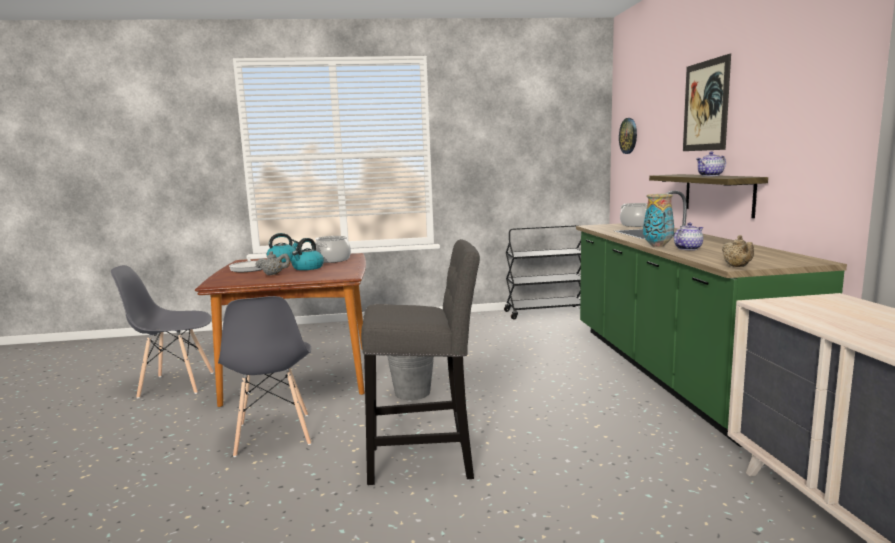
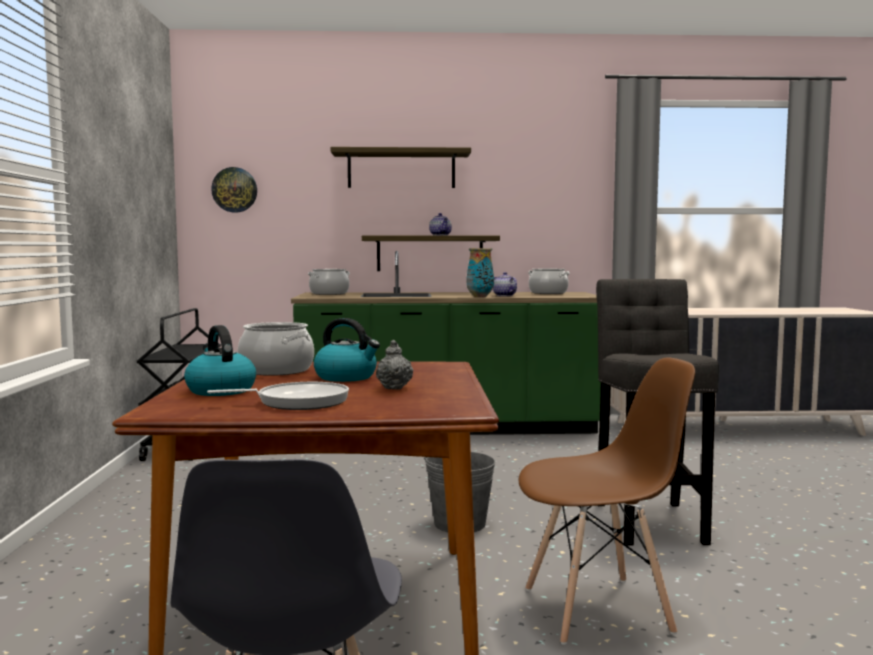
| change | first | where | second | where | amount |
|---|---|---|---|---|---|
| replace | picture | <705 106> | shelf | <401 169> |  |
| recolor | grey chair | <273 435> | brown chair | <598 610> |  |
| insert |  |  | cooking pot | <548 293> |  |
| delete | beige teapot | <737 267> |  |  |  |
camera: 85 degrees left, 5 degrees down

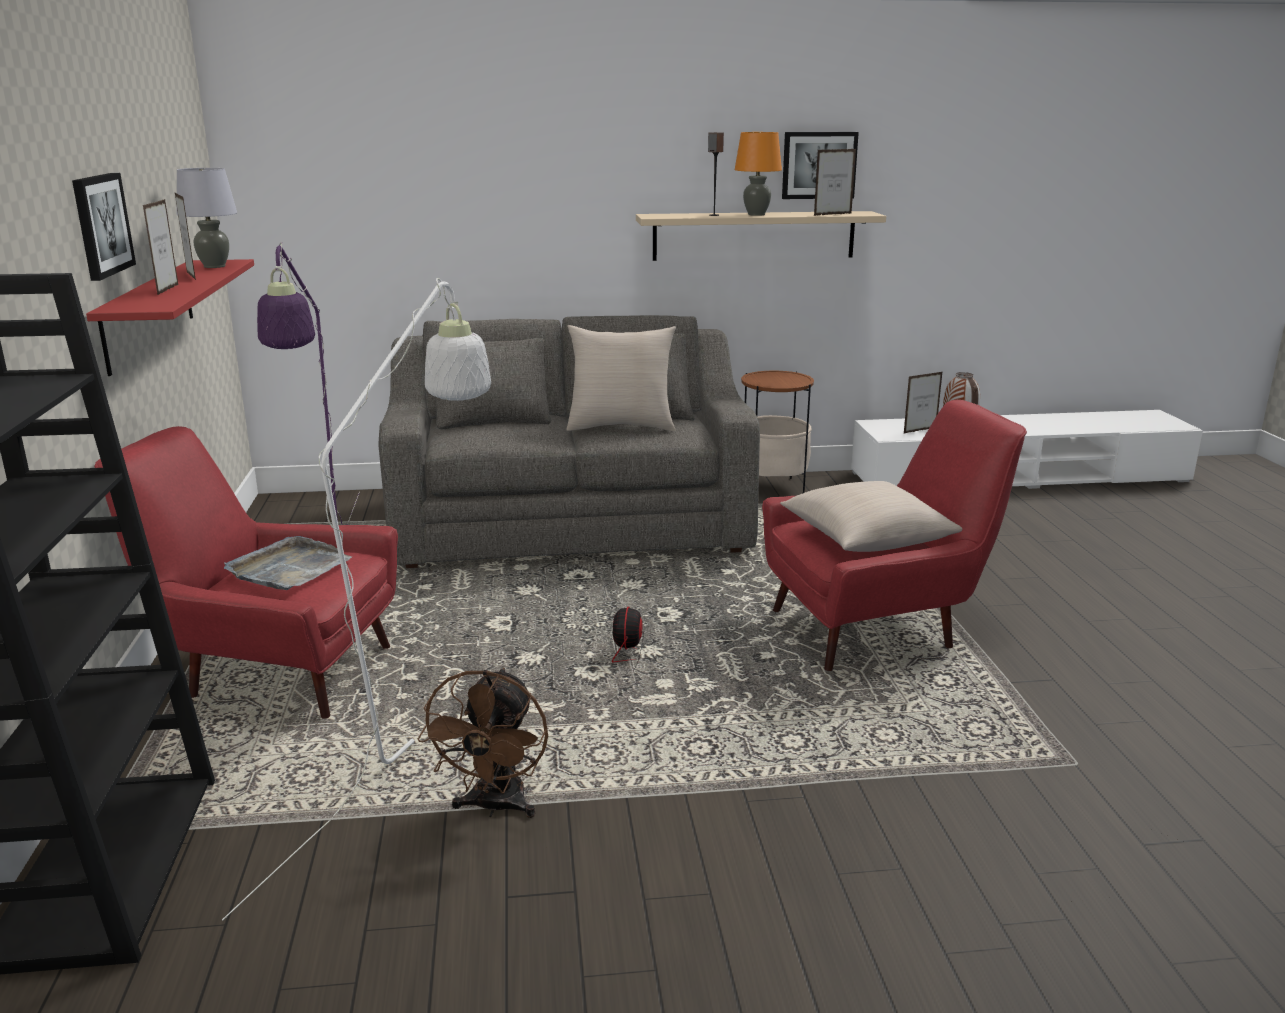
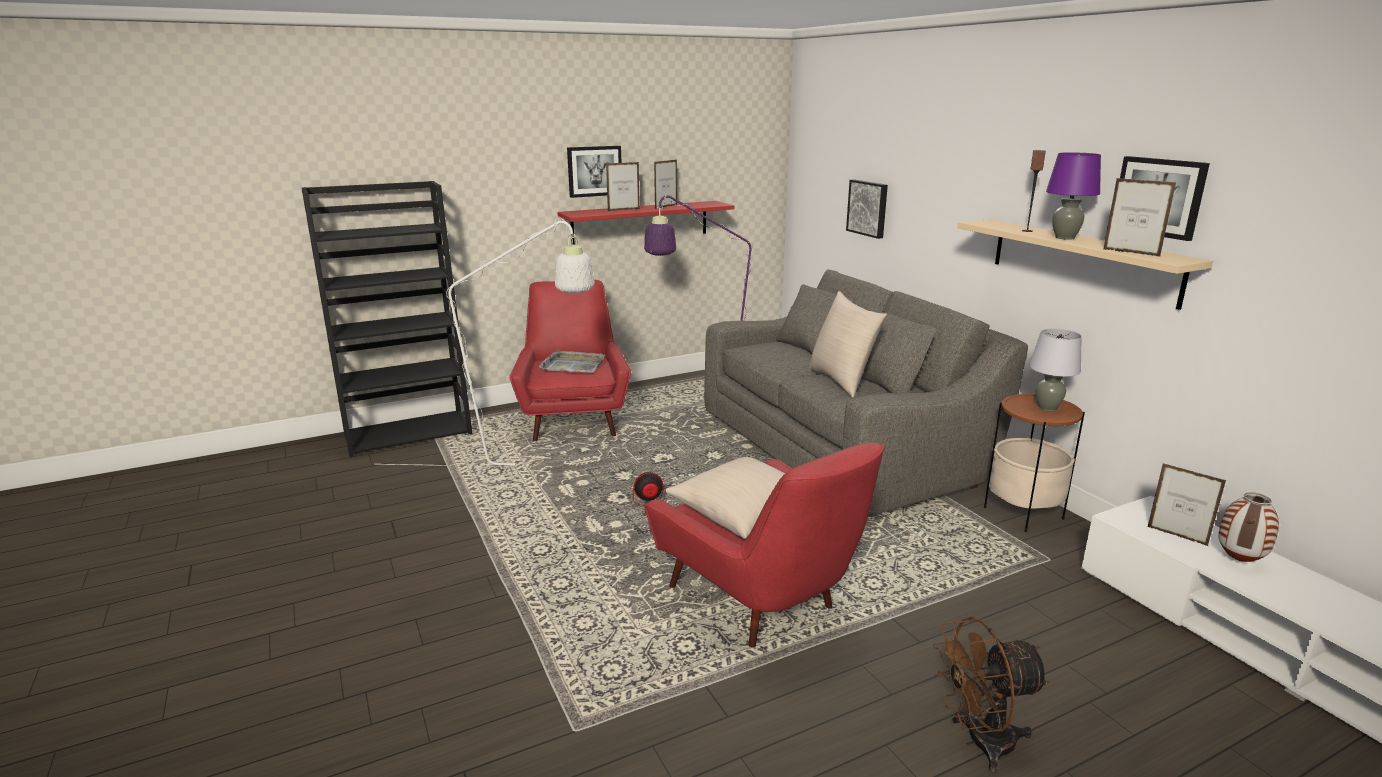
| change | first | where | second | where | amount |
|---|---|---|---|---|---|
| insert |  |  | picture | <868 208> |  |
| move | brown fan | <495 807> |  | <979 742> |  |
| move | grey table lamp | <214 266> |  | <1047 408> |  |
| recolor | orange table lamp | <756 214> | purple table lamp | <1065 238> |  |
camera: 70 degrees right, 0 degrees up

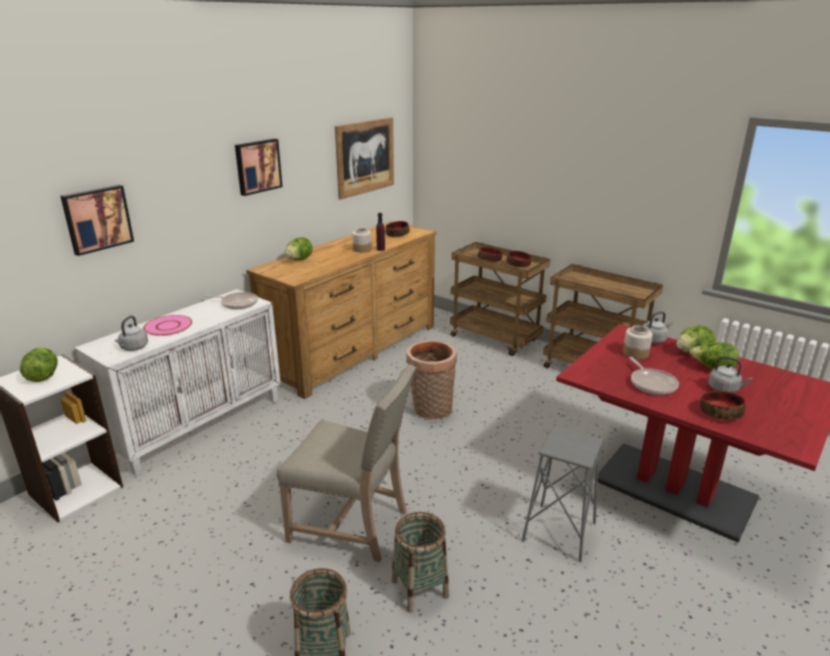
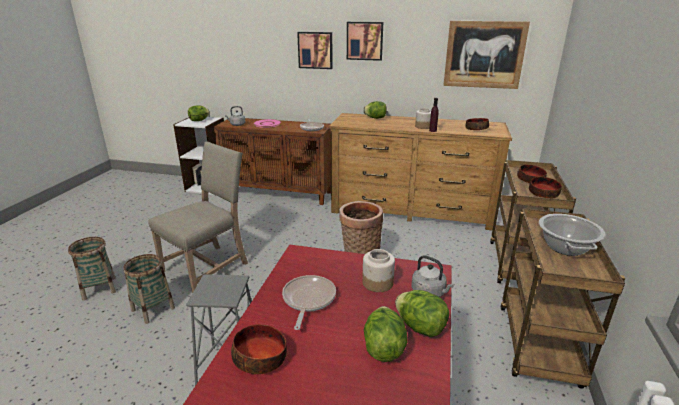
| change | first | where | second | where | amount |
|---|---|---|---|---|---|
| rotate | beige chair | <353 524> |  | <208 267> | 135 degrees counterclockwise |
| recolor | white cabinet | <199 424> | brown cabinet | <279 193> |  |
| rotate | frying pan | <651 383> |  | <308 300> | 135 degrees clockwise |
| move | picture | <97 219> |  | <315 50> |  |
| insert |  |  | cooking pot | <566 247> |  |
| delete | grey kettle | <725 389> |  |  |  |
camera: 65 degrees right, 0 degrees up

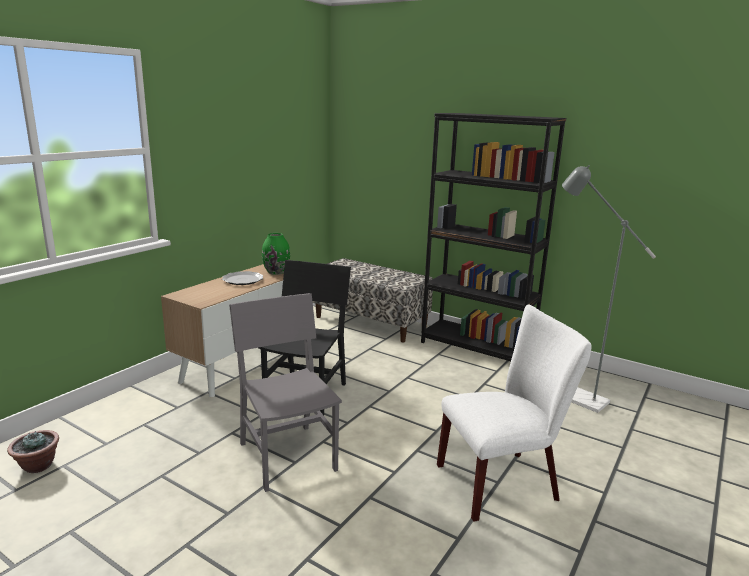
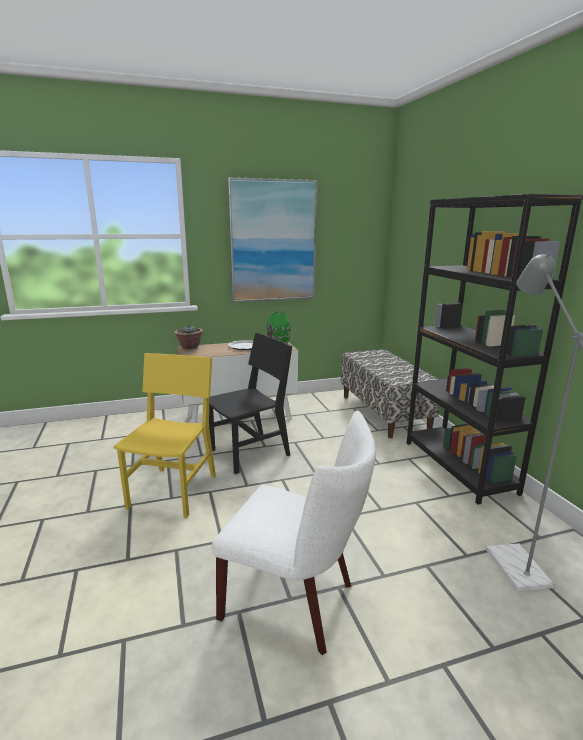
| change | first | where | second | where | amount |
|---|---|---|---|---|---|
| recolor | grey chair | <288 456> | yellow chair | <173 491> |  |
| move | potted plant | <37 466> |  | <189 347> |  |
| insert |  |  | picture | <273 242> |  |
camera: 40 degrees right, 0 degrees up

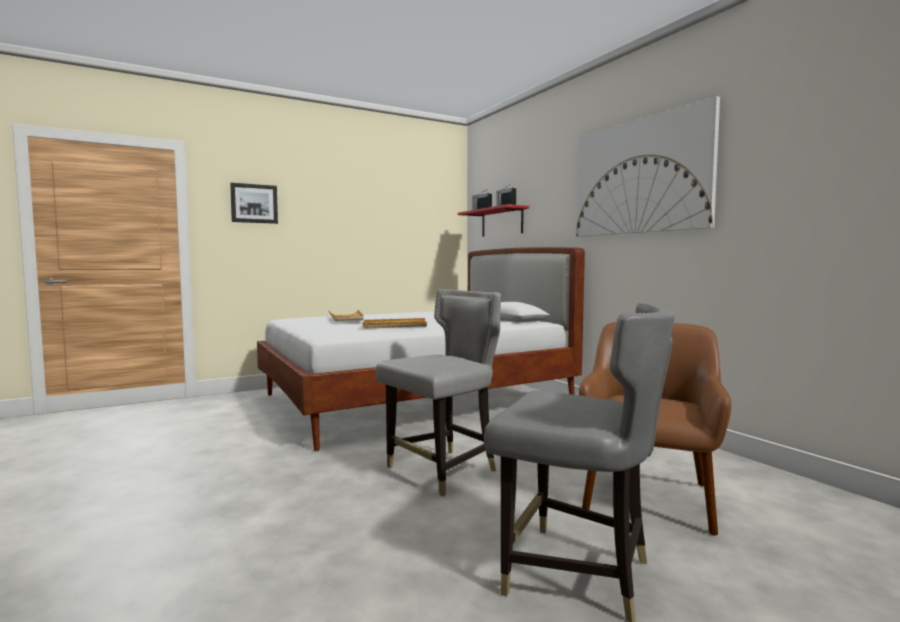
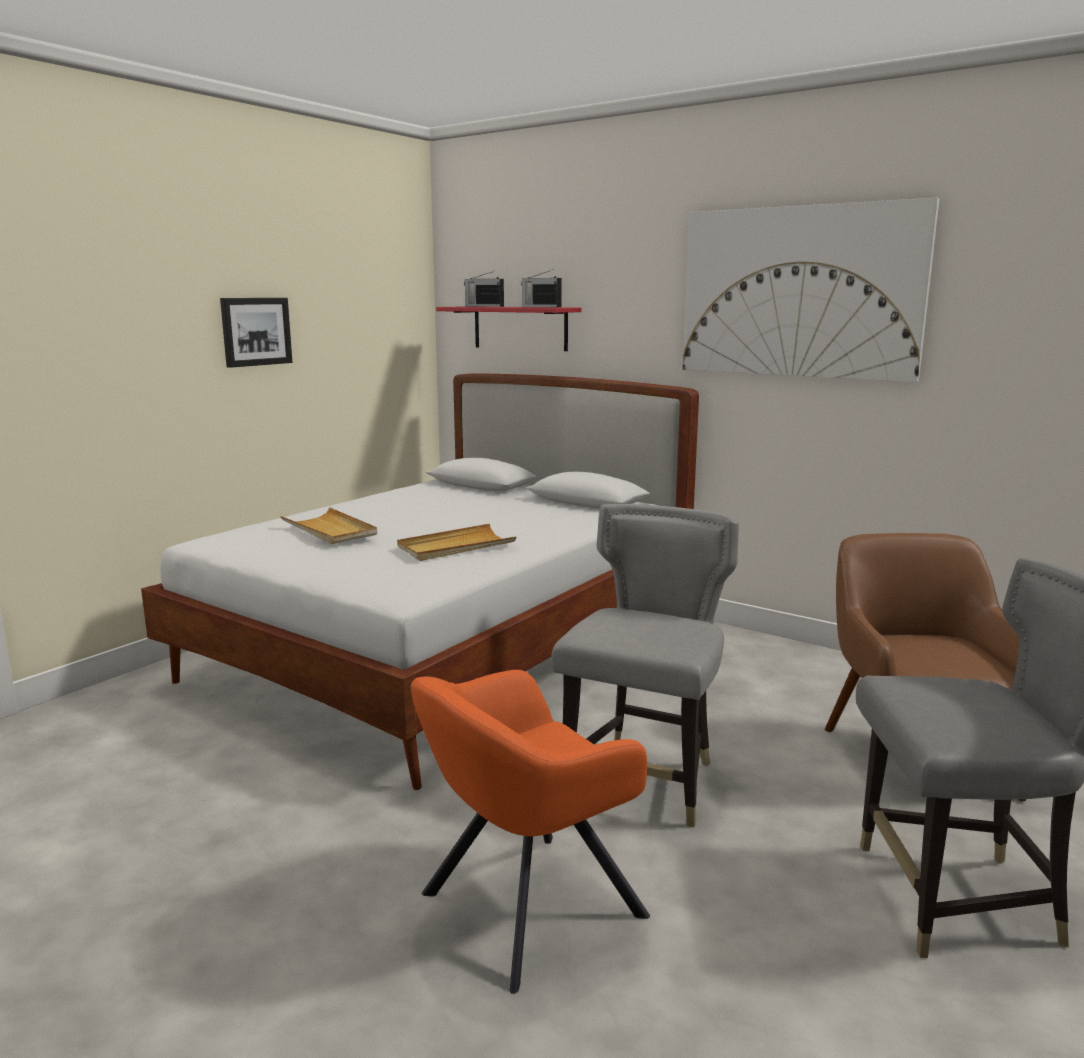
| change | first | where | second | where | amount |
|---|---|---|---|---|---|
| move | picture | <254 203> |  | <256 331> |  |
| insert |  |  | orange armchair | <525 908> |  |
camera: 25 degrees left, 10 degrees up

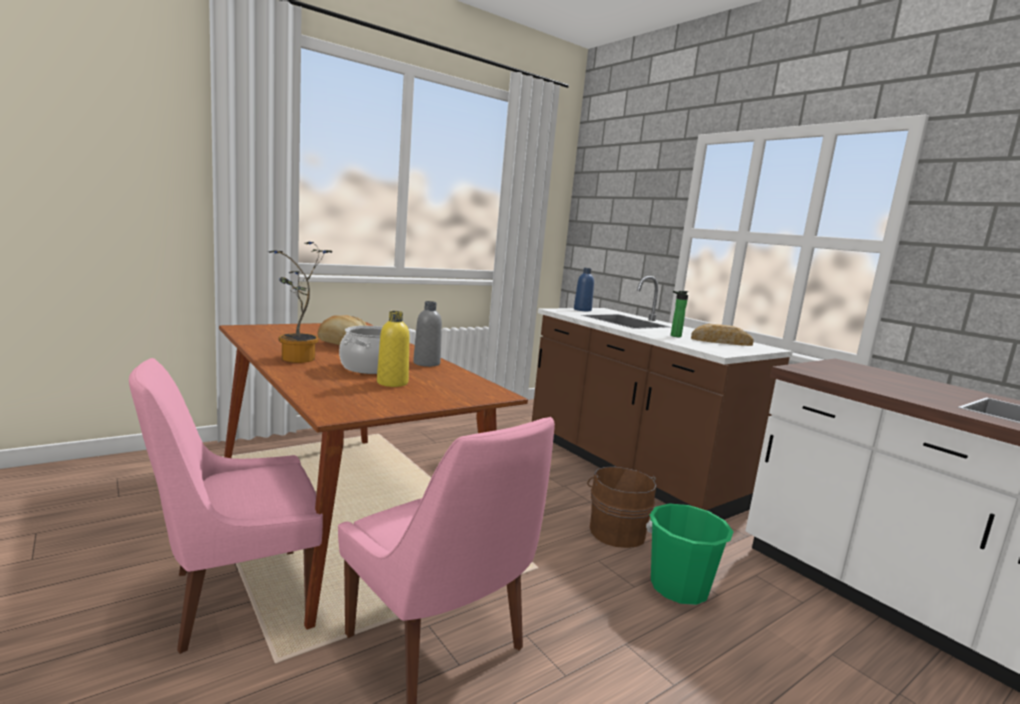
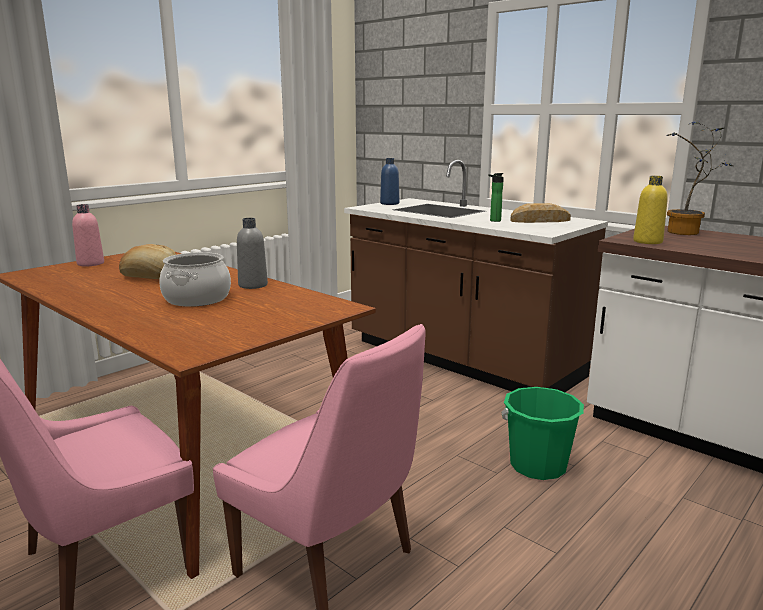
| change | first | where | second | where | amount |
|---|---|---|---|---|---|
| insert |  |  | pink bottle | <90 263> |  |
| move | yellow bottle | <392 383> |  | <647 241> |  |
| move | potted plant | <297 360> |  | <686 233> |  |
| delete | brown bucket | <616 531> |  |  |  |
camera: 10 degrees left, 5 degrees up

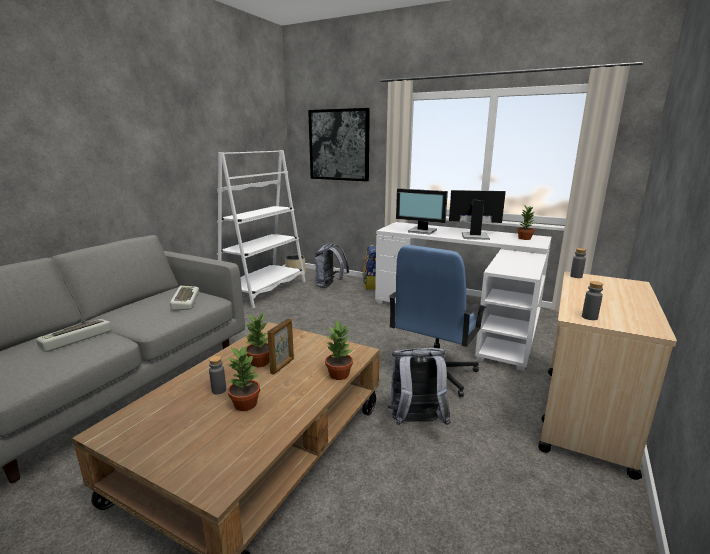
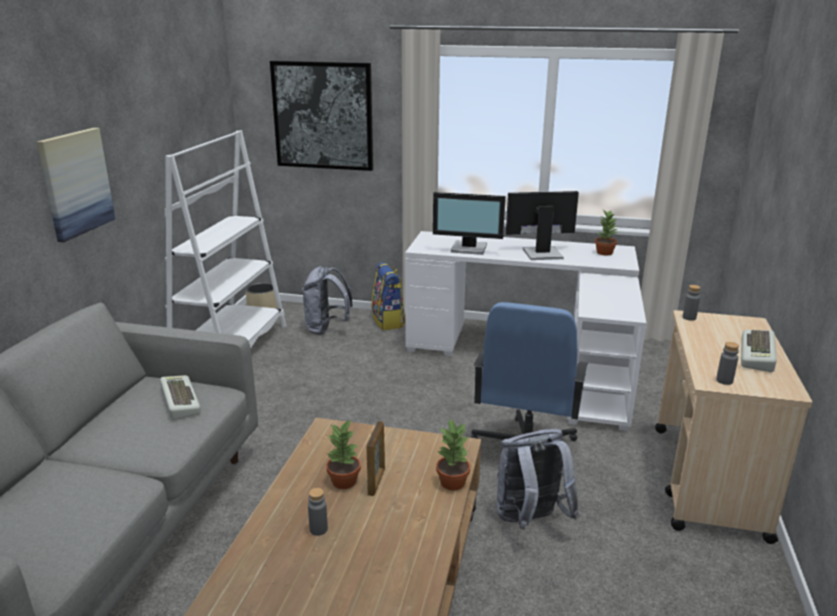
| change | first | where | second | where | amount |
|---|---|---|---|---|---|
| insert |  |  | picture | <76 183> |  |
| move | keyboard | <76 339> |  | <758 355> |  |
| delete | potted plant | <245 404> |  |  |  |
camera: 15 degrees left, 5 degrees up

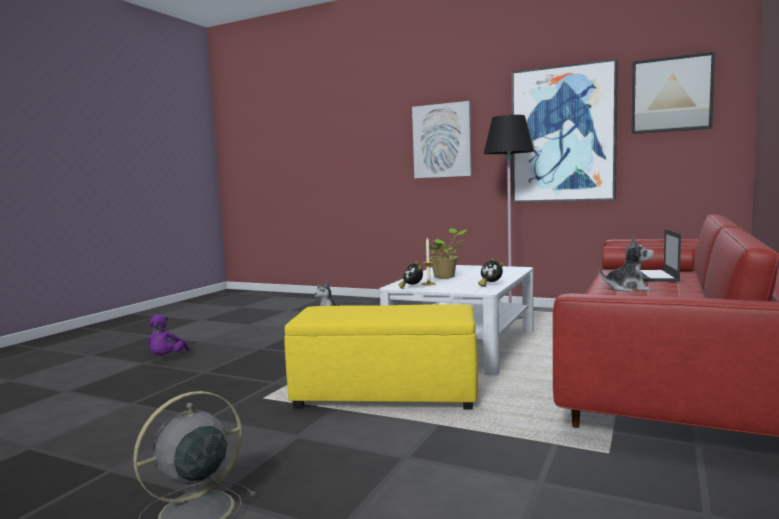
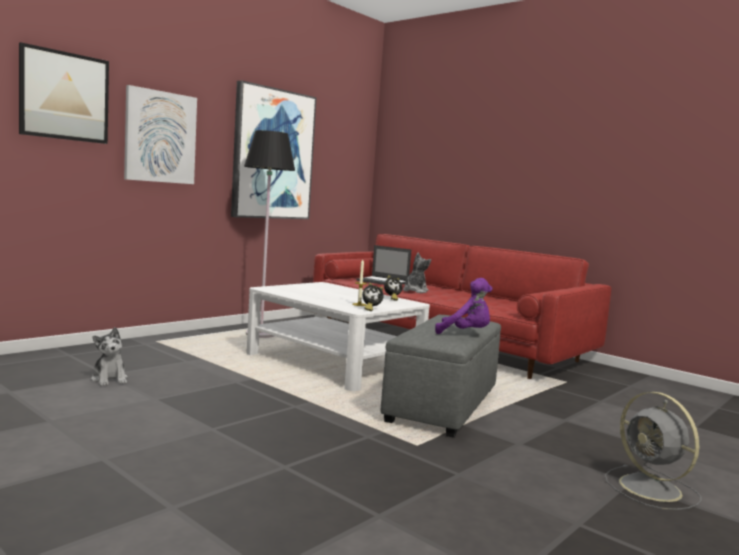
| change | first | where | second | where | amount |
|---|---|---|---|---|---|
| move | picture | <671 94> |  | <64 96> |  |
| recolor | yellow ottoman | <384 395> | grey ottoman | <442 405> |  |
| move | purple plush toy | <166 358> |  | <465 334> |  |
| delete | potted plant | <446 276> |  |  |  |
camera: 75 degrees left, 0 degrees up

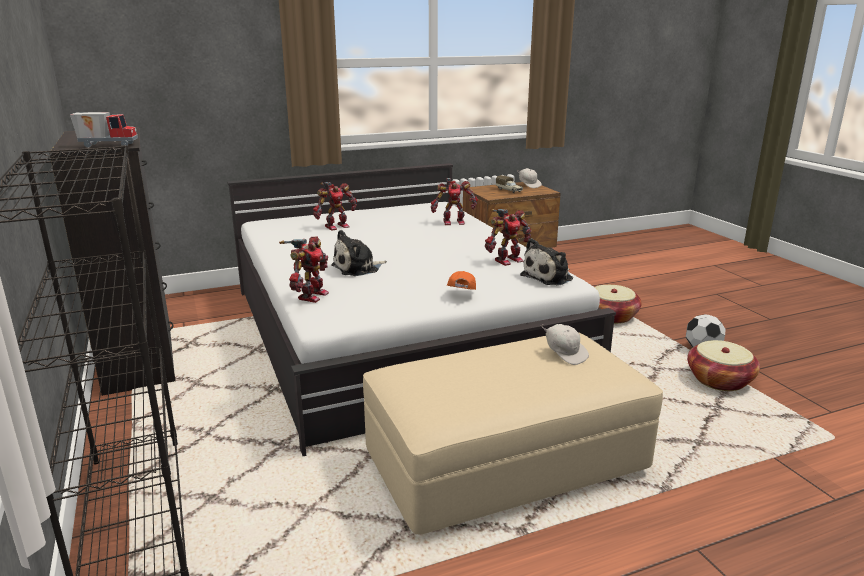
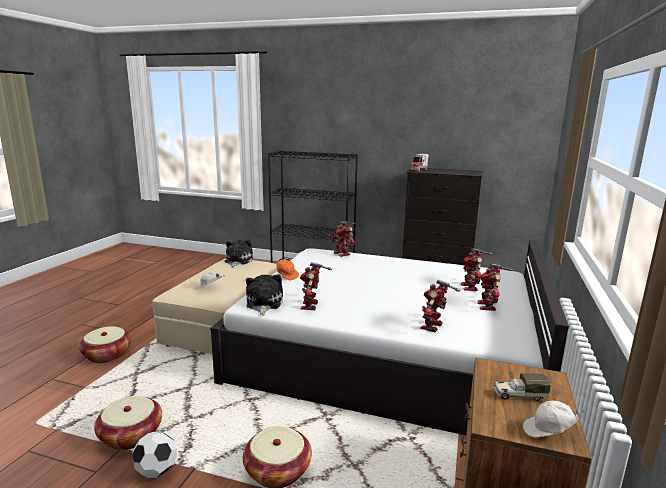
| change | first | where | second | where | amount |
|---|---|---|---|---|---|
| insert |  |  | basket | <107 355> |  |
| move | plush toy | <358 268> |  | <237 261> |  |
| insert |  |  | toy robot | <488 306> |  |
camera: 130 degrees right, 5 degrees down

